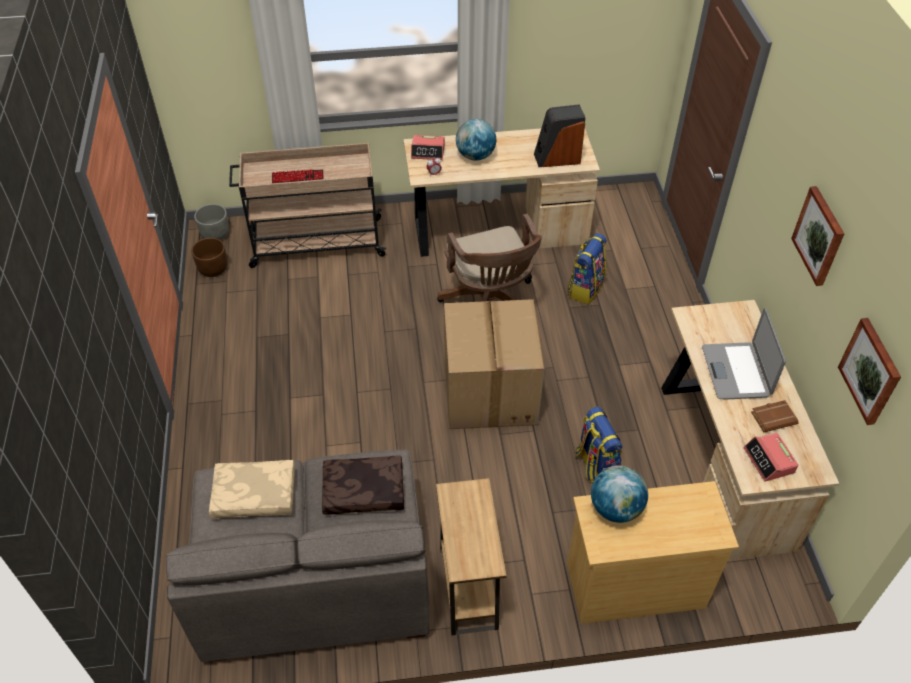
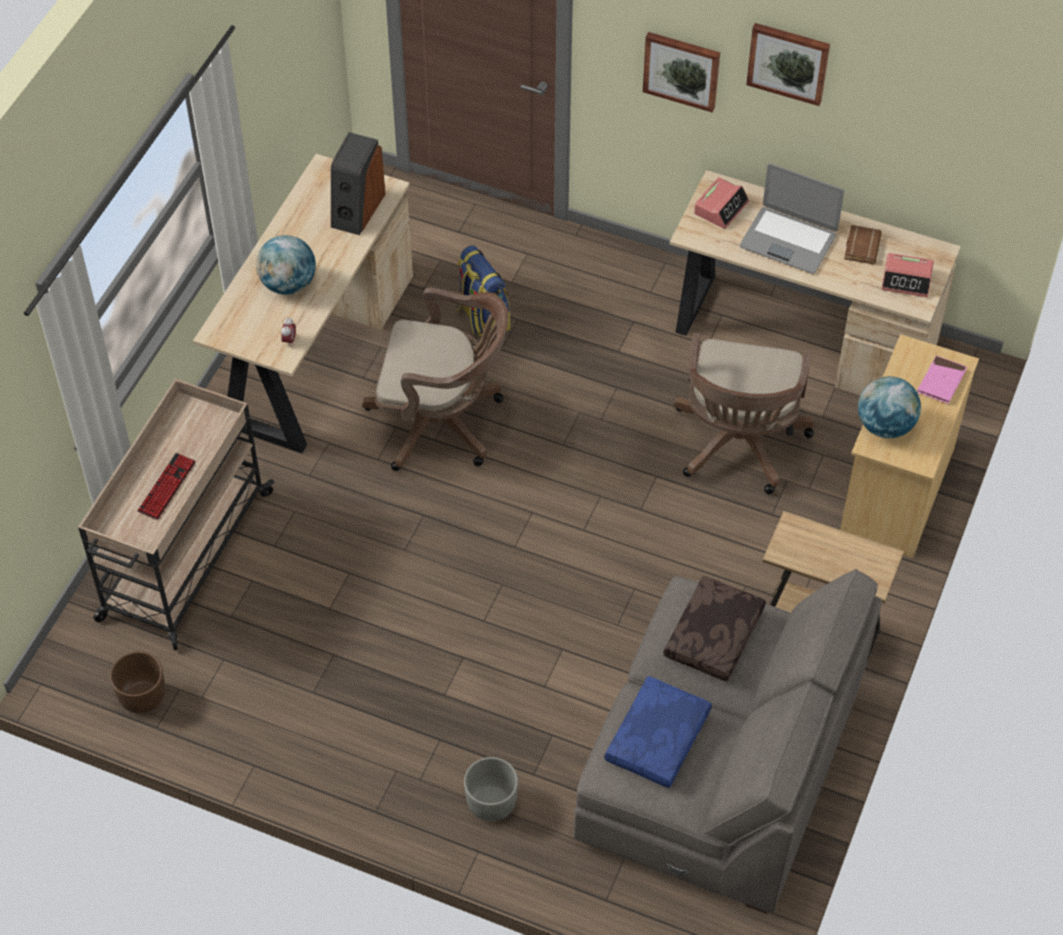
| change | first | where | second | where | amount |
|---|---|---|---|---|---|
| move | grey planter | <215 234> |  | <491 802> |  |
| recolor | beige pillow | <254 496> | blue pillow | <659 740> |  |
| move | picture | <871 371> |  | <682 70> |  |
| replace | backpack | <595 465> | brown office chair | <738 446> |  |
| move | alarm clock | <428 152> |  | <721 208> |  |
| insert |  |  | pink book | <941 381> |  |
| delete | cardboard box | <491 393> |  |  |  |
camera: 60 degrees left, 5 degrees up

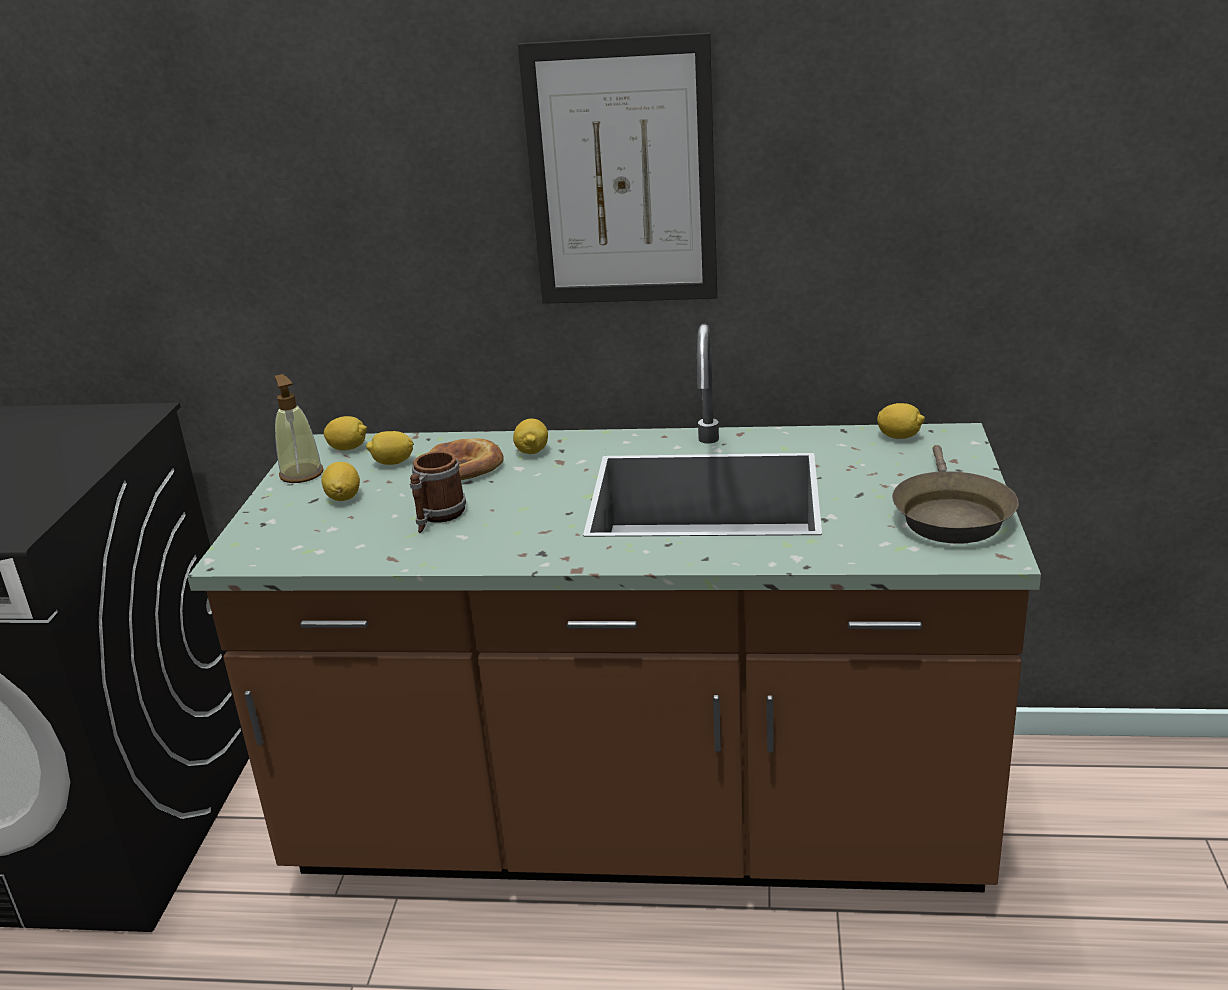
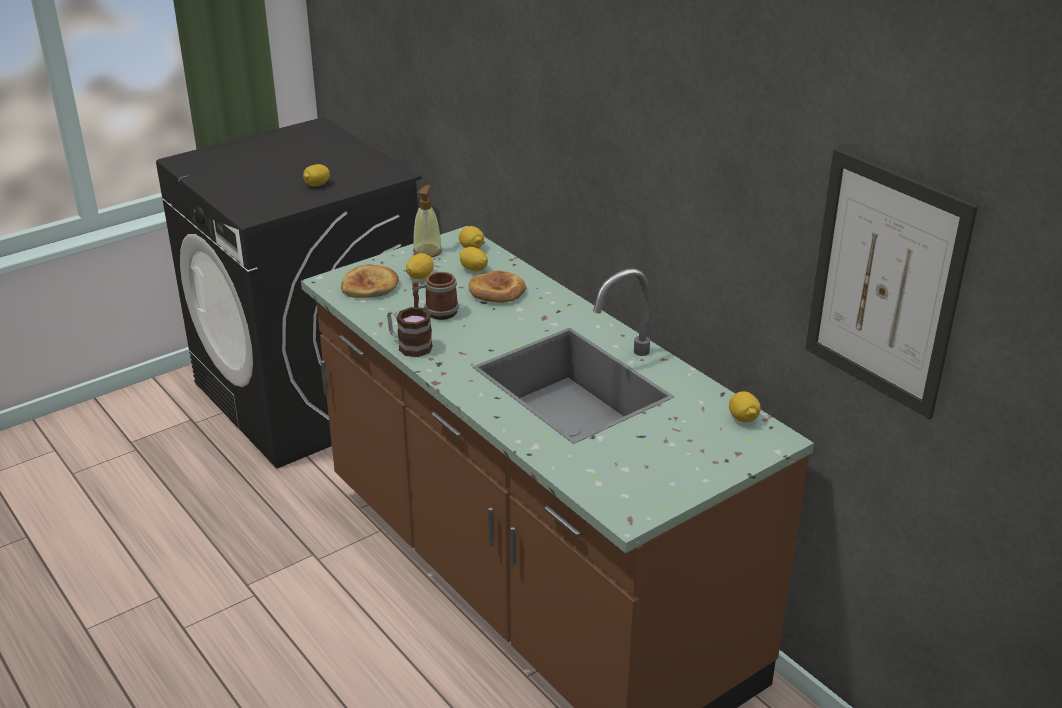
| change | first | where | second | where | amount |
|---|---|---|---|---|---|
| move | lemon | <532 451> |  | <317 185> |  |
| insert |  |  | bread | <370 286> |  |
| insert |  |  | mug | <409 346> |  |
| move | picture | <621 175> |  | <885 283> |  |
| delete | brown frying pan | <950 515> |  |  |  |
camera: 45 degrees right, 5 degrees up

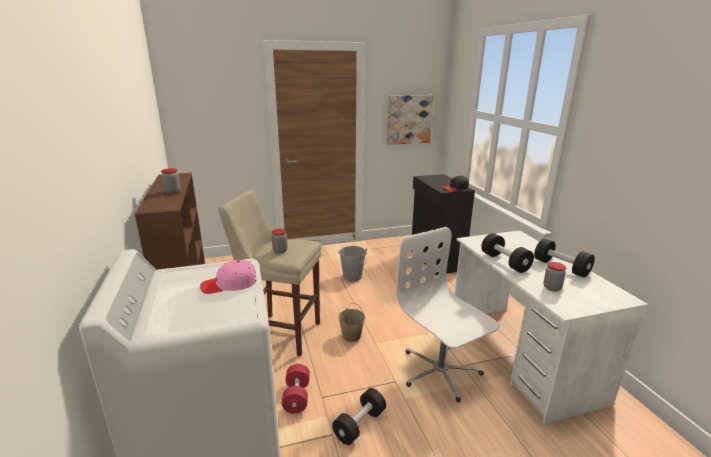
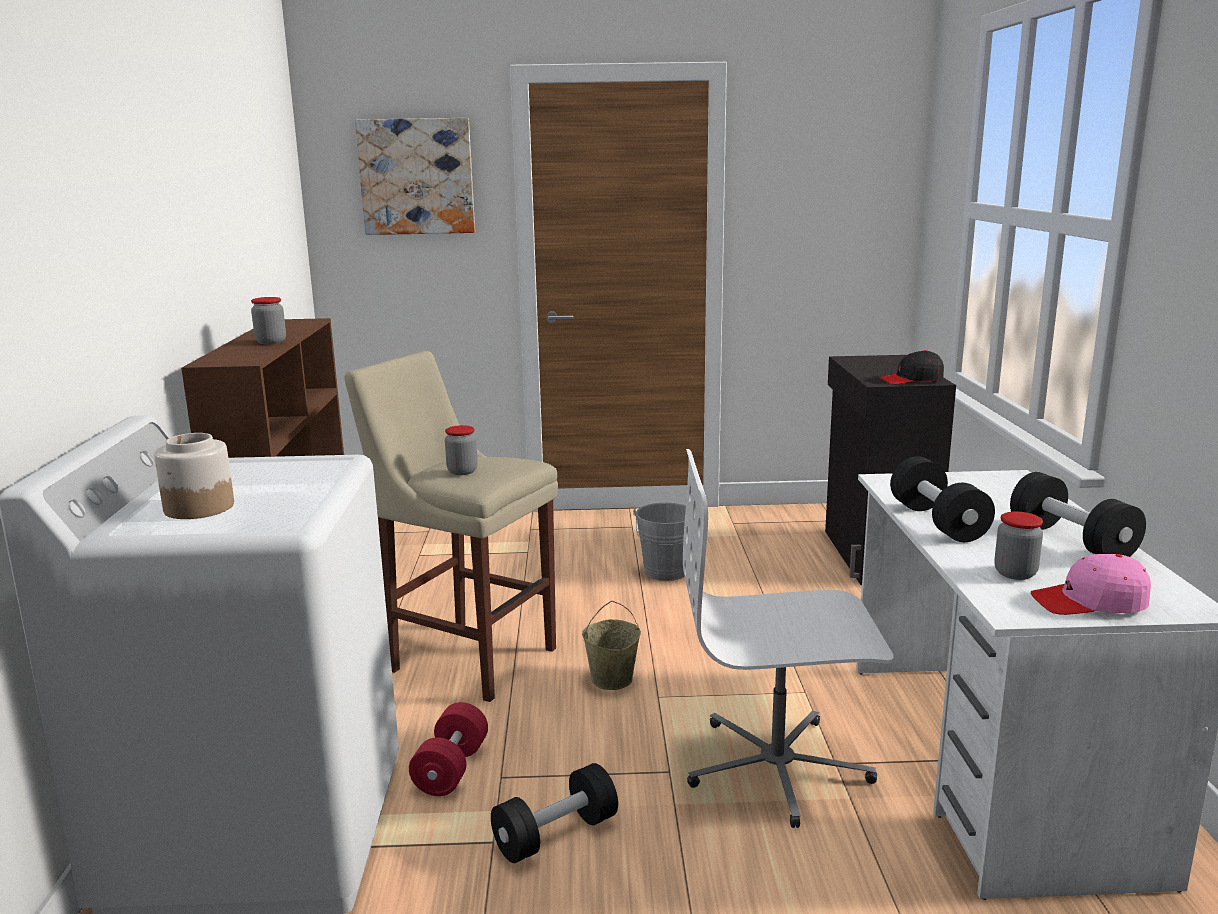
| change | first | where | second | where | amount |
|---|---|---|---|---|---|
| insert |  |  | jar | <198 507> |  |
| move | picture | <409 119> |  | <417 177> |  |
| rotate | white office chair | <440 372> |  | <778 767> | 75 degrees counterclockwise |
| move | pink cap | <230 284> |  | <1090 602> |  |
camera: 15 degrees right, 5 degrees down

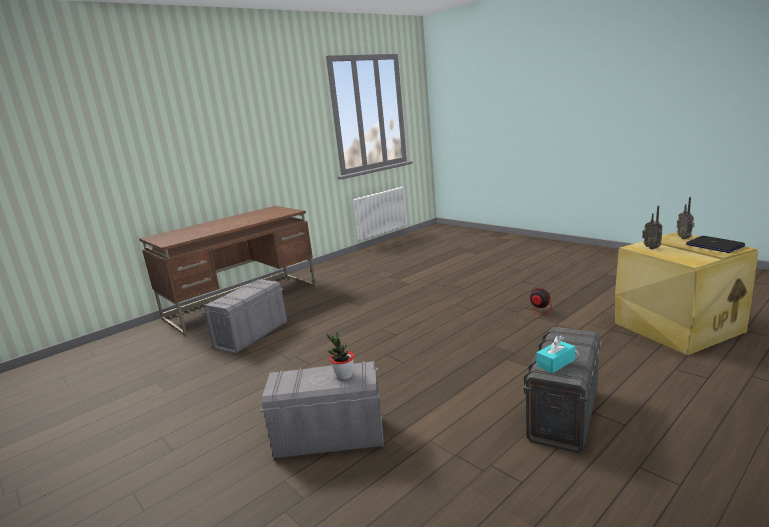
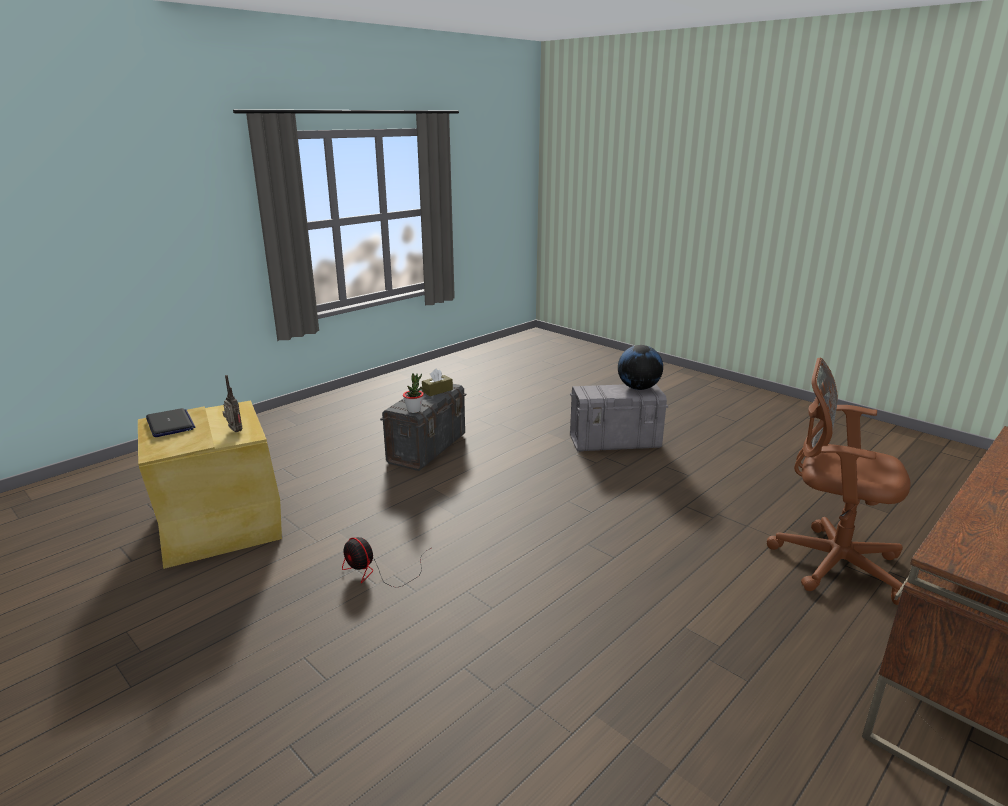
| change | first | where | second | where | amount |
|---|---|---|---|---|---|
| move | potted plant | <344 375> |  | <414 410> |  |
| recolor | turquoise tissue box | <555 363> | brown tissue box | <437 391> |  |
| insert |  |  | globe | <638 388> |  |
| replace | grey storage box | <251 335> | brown office chair | <830 562> |  |
| delete | radio | <684 238> |  |  |  |
camera: 175 degrees right, 5 degrees up

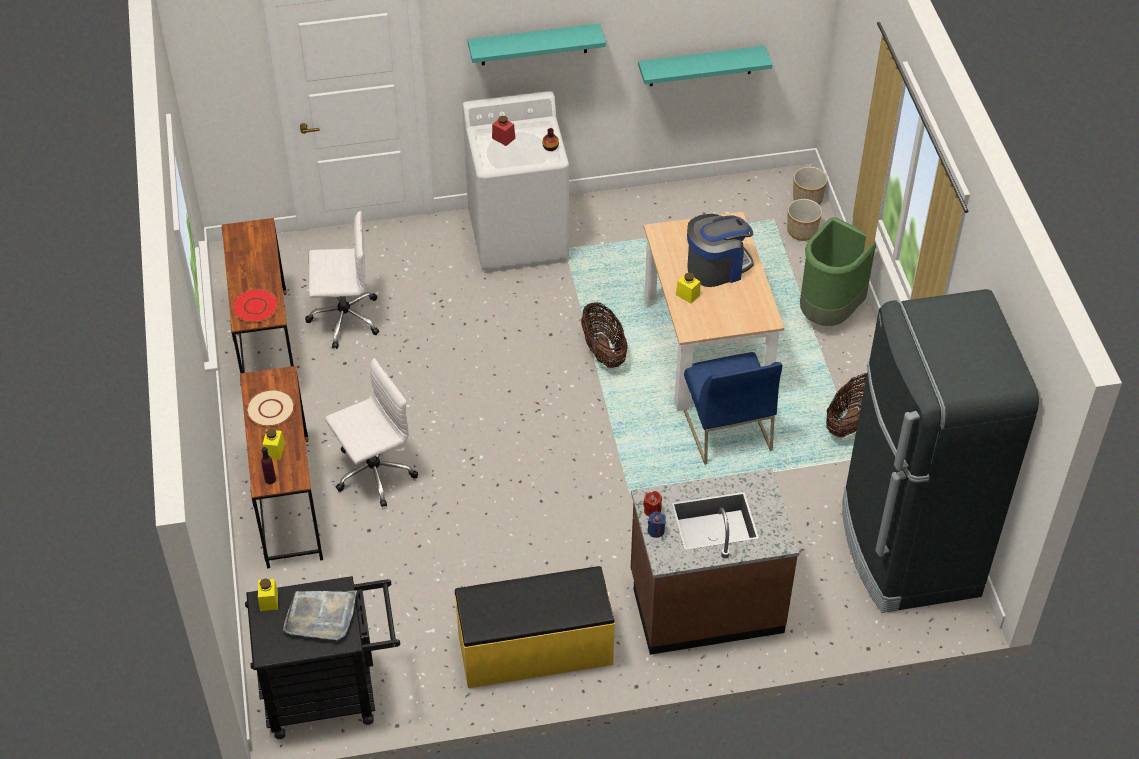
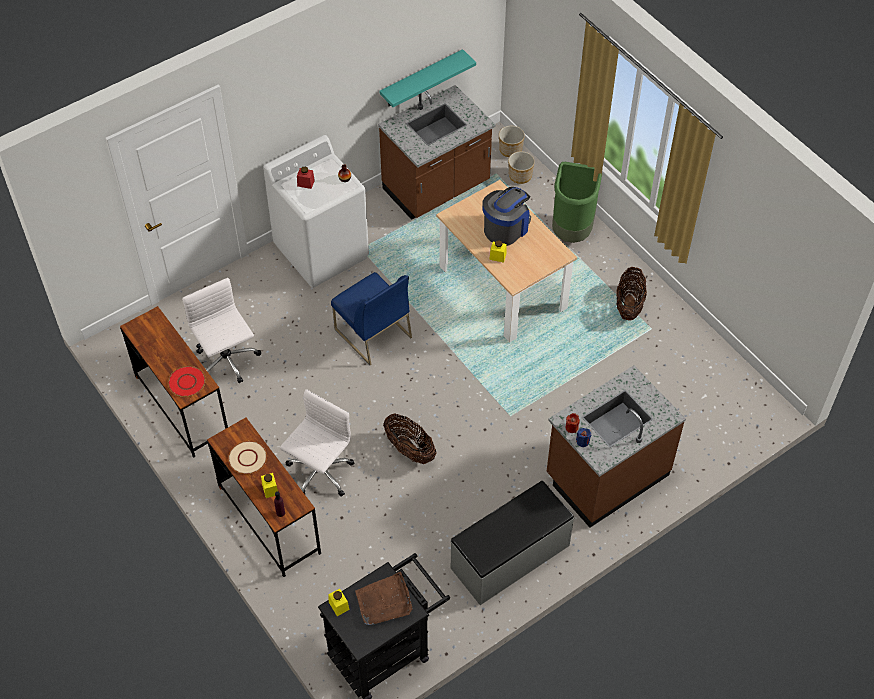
| change | first | where | second | where | amount |
|---|---|---|---|---|---|
| rotate | white office chair | <343 318> |  | <227 362> | 90 degrees counterclockwise |
| move | blue chair | <725 428> |  | <372 333> |  |
| recolor | grey tray | <321 616> | brown tray | <384 601> |  |
| insert |  |  | brown counter | <436 188> |  |
| move | basket | <603 351> |  | <410 449> |  |
| recolor | yellow bench | <535 650> | grey bench | <510 557> |  |
| delete | turquoise shelf | <534 44> |  |  |  |
| delete | black fridge | <907 550> |  |  |  |
camera: 25 degrees left, 5 degrees up

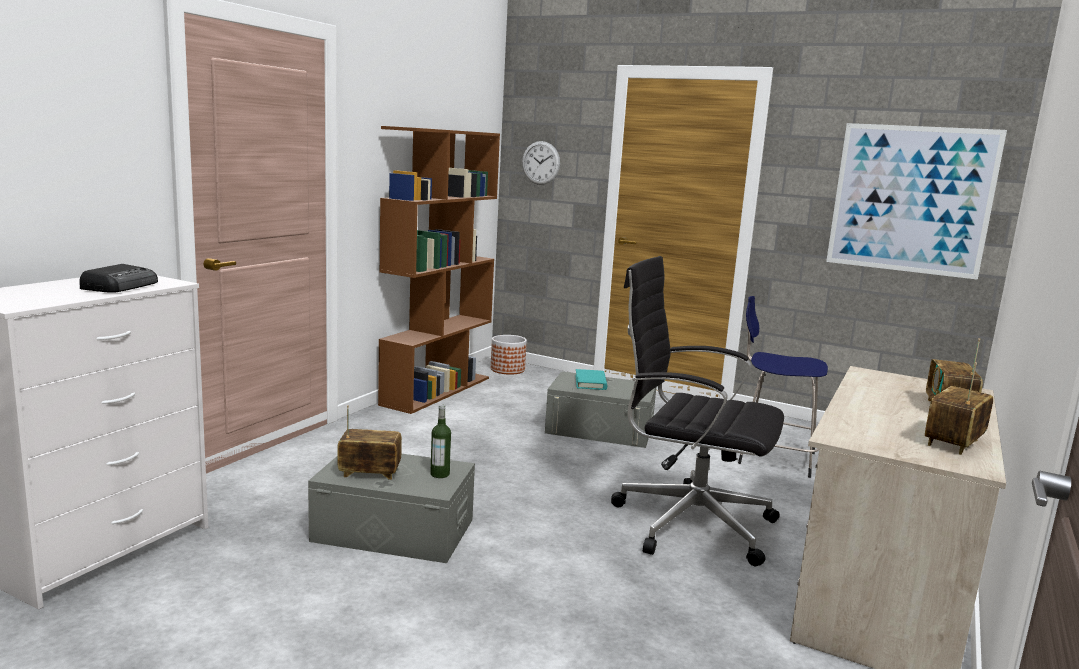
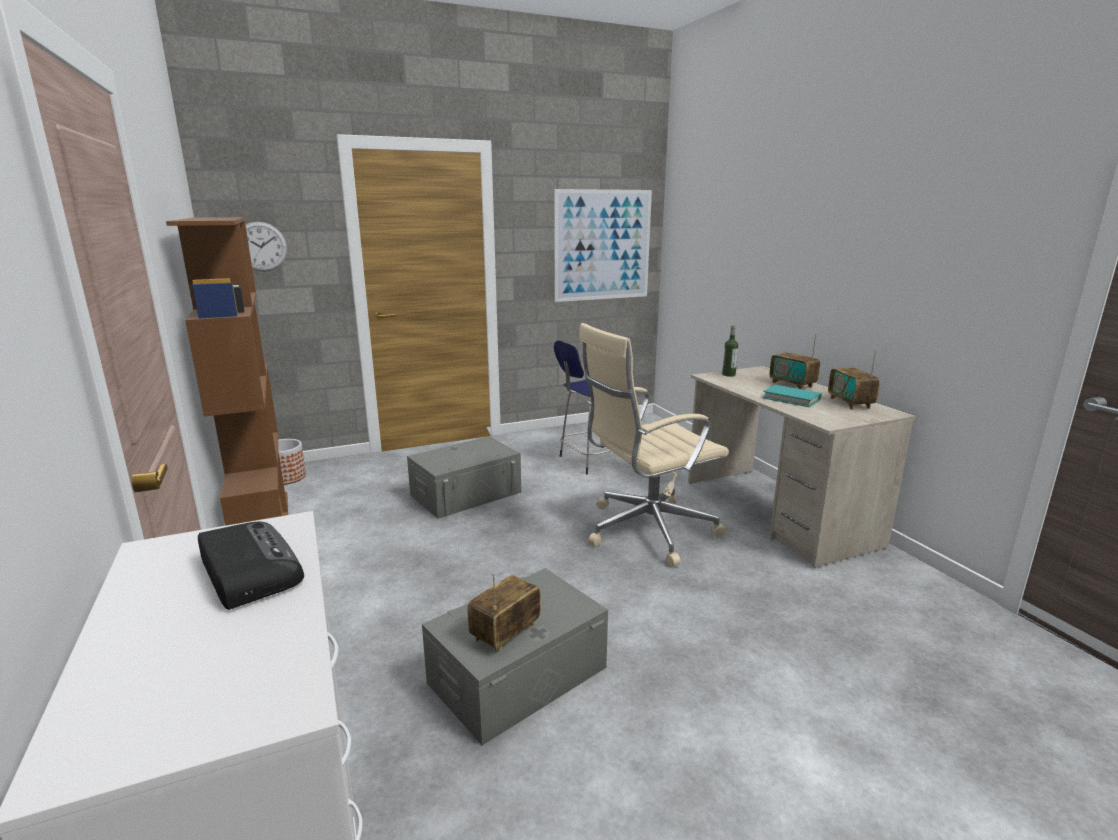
| change | first | where | second | where | amount |
|---|---|---|---|---|---|
| recolor | black office chair | <688 522> | beige office chair | <646 530> |  |
| move | bottle | <440 474> |  | <728 375> |  |
| move | turquoise book | <590 382> |  | <791 399> |  |
camera: 50 degrees left, 5 degrees up

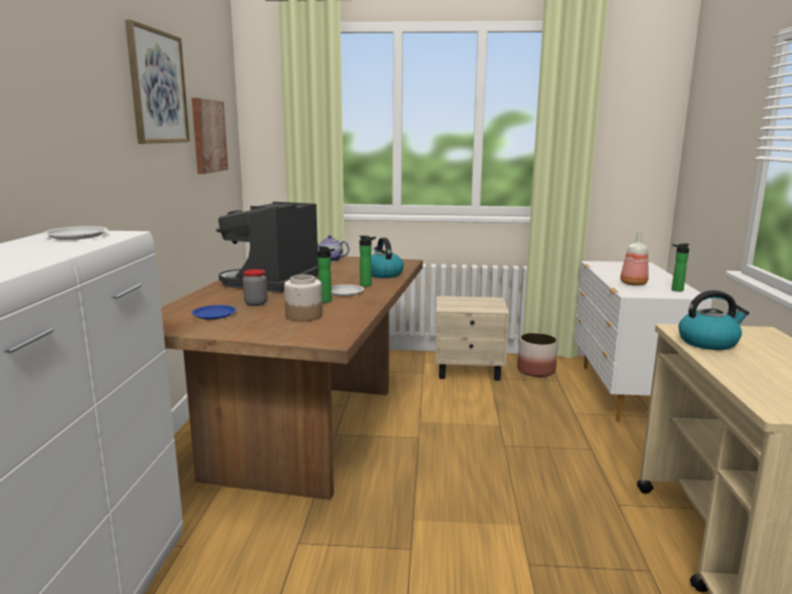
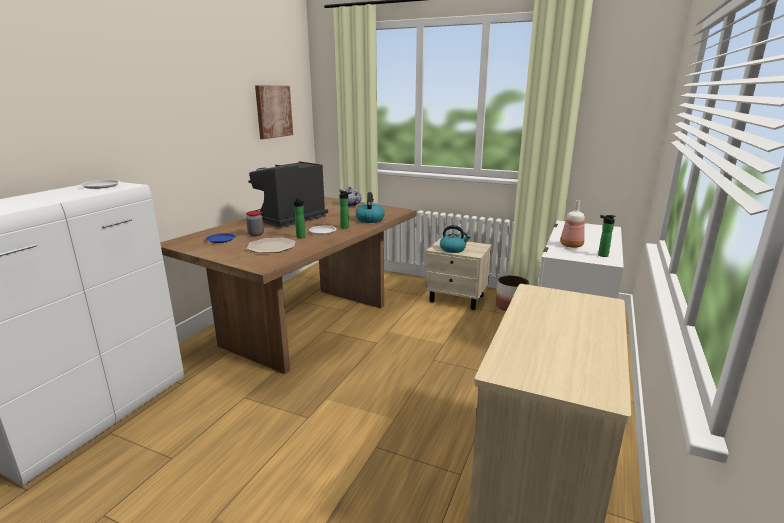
| change | first | where | second | where | amount |
|---|---|---|---|---|---|
| replace | jar | <304 316> | plate | <272 246> |  |
| move | kettle | <708 342> |  | <453 249> |  |
| delete | picture | <157 87> |  |  |  |
camera: 20 degrees right, 5 degrees up

